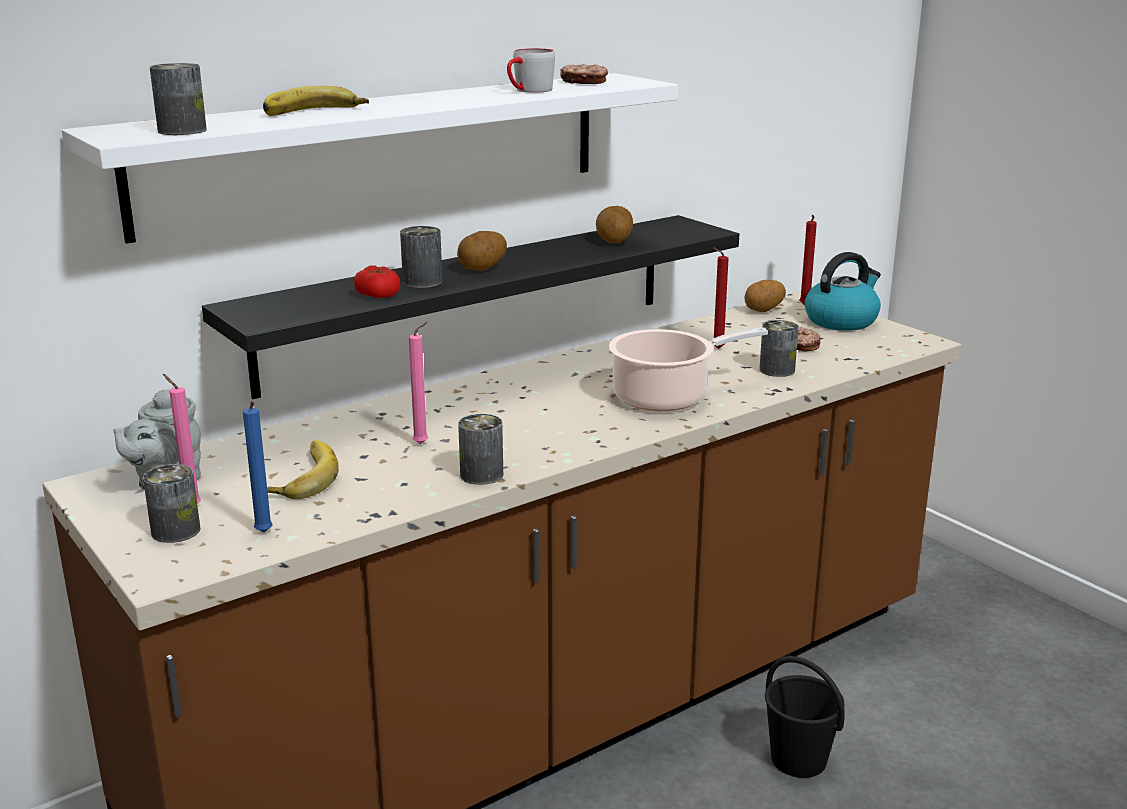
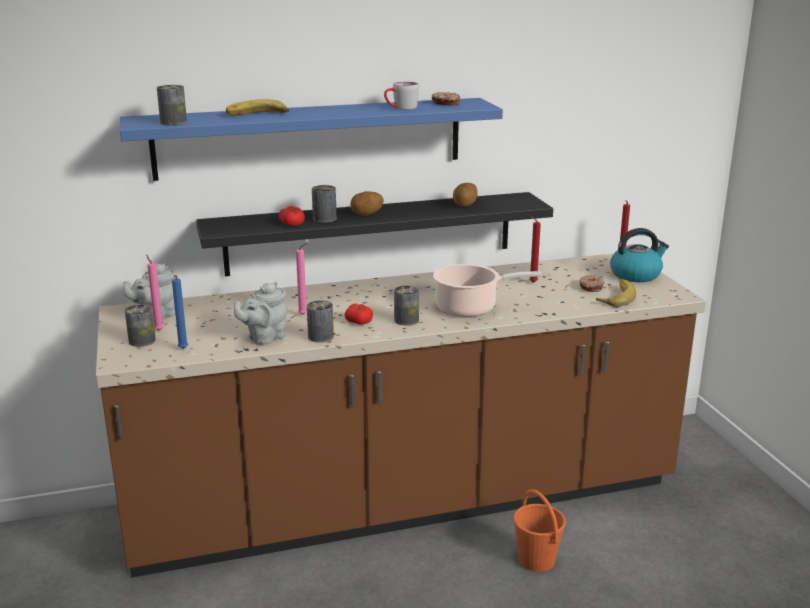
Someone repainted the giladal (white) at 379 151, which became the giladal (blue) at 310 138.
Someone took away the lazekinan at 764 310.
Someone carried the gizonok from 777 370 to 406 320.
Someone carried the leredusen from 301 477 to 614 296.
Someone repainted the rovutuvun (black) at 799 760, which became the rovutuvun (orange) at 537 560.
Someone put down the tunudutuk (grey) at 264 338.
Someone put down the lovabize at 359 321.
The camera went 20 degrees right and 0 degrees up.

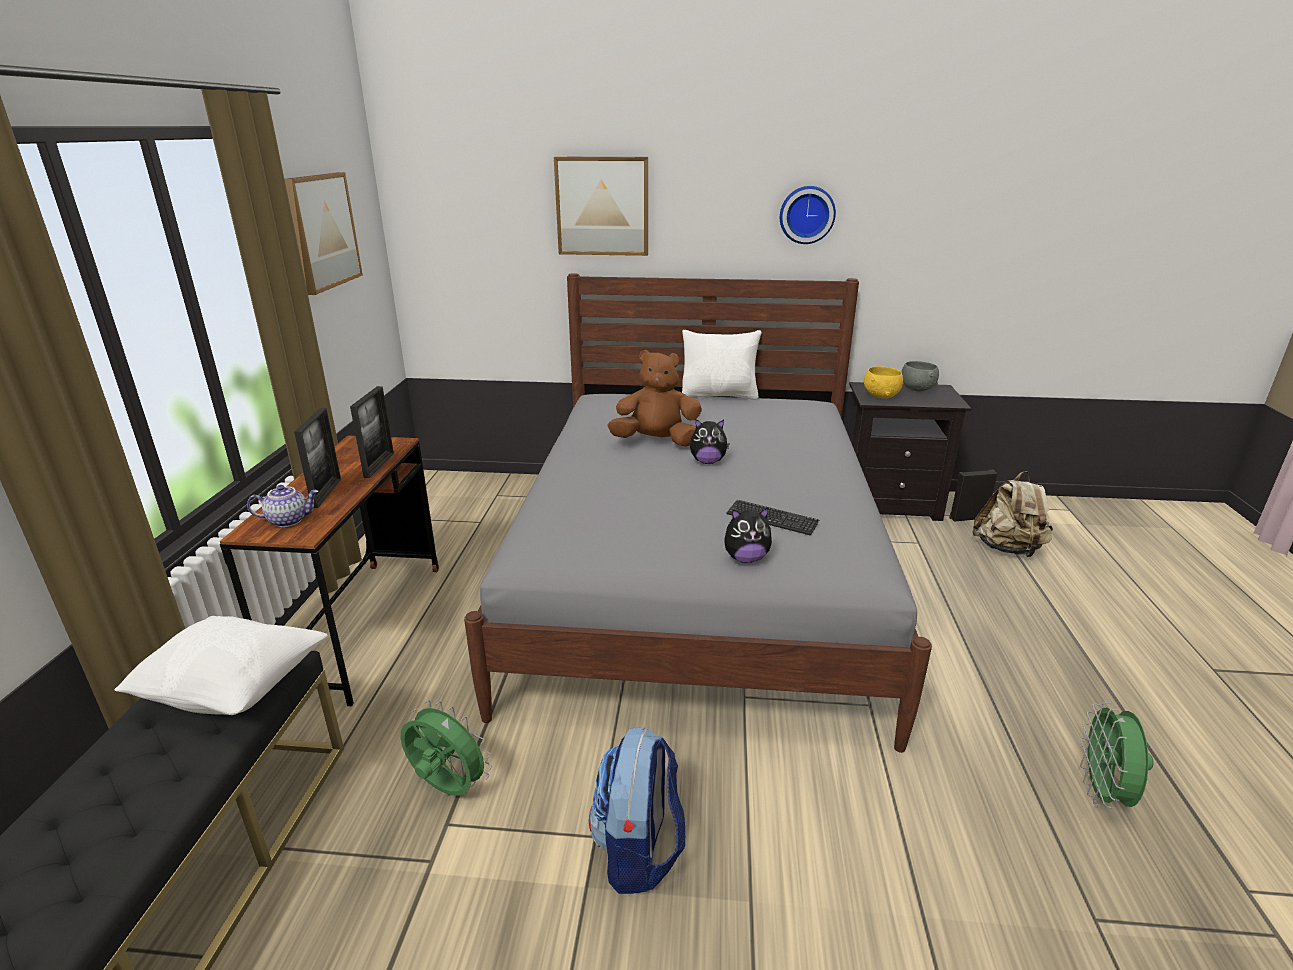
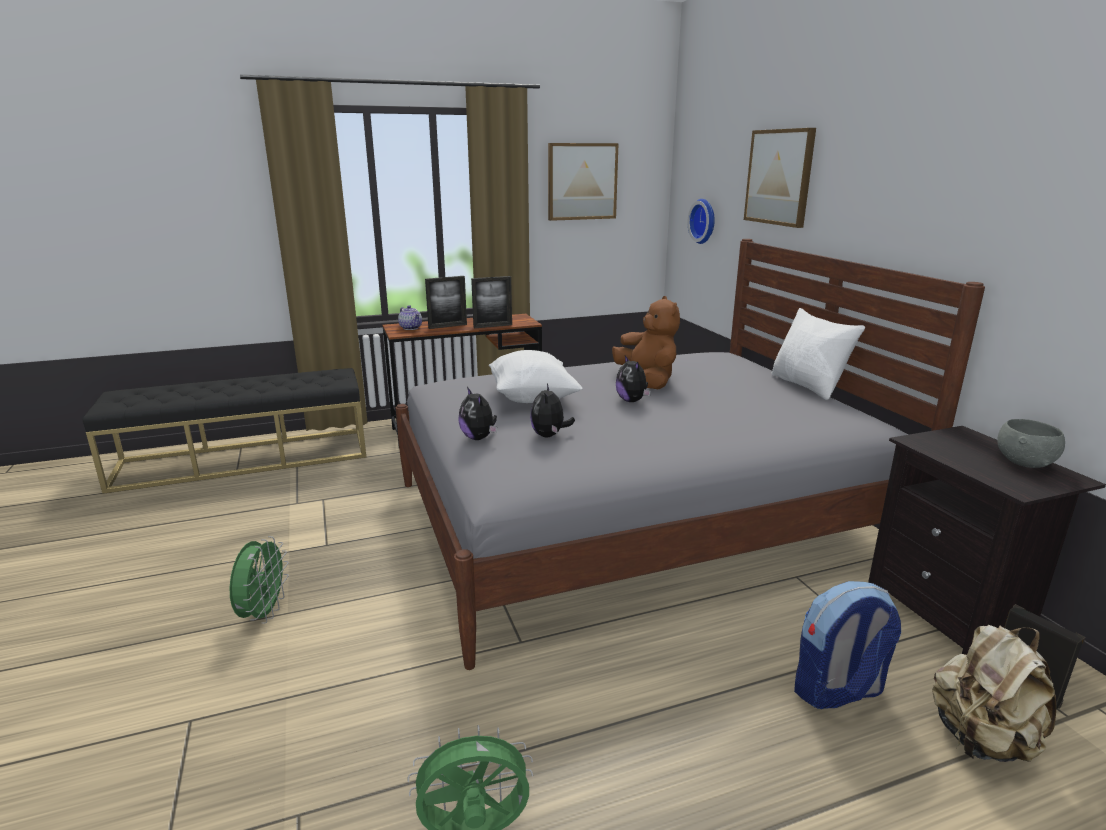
Someone carried the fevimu from 806 214 to 704 221.
Someone took away the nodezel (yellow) at 881 396.
Someone swapped the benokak at 772 519 for the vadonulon at 549 435.
Someone carried the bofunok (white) from 234 690 to 532 398.
Someone carried the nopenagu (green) from 447 788 to 263 613.
Someone carried the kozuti from 638 851 to 837 691.
The camera went 65 degrees right and 5 degrees down.

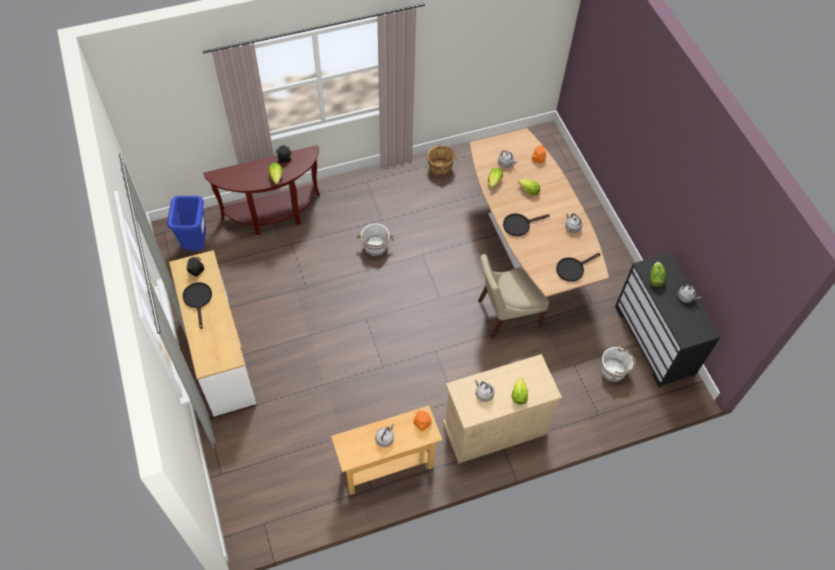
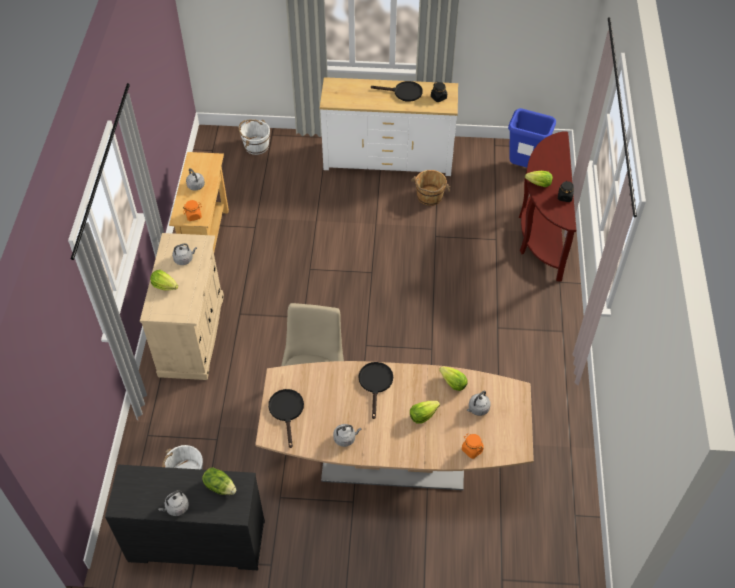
Someone carried the rovutuvun (brown) from 440 168 to 429 197.
Someone carried the rovutuvun (white) from 375 247 to 256 146.
The camera went 115 degrees right and 5 degrees down.

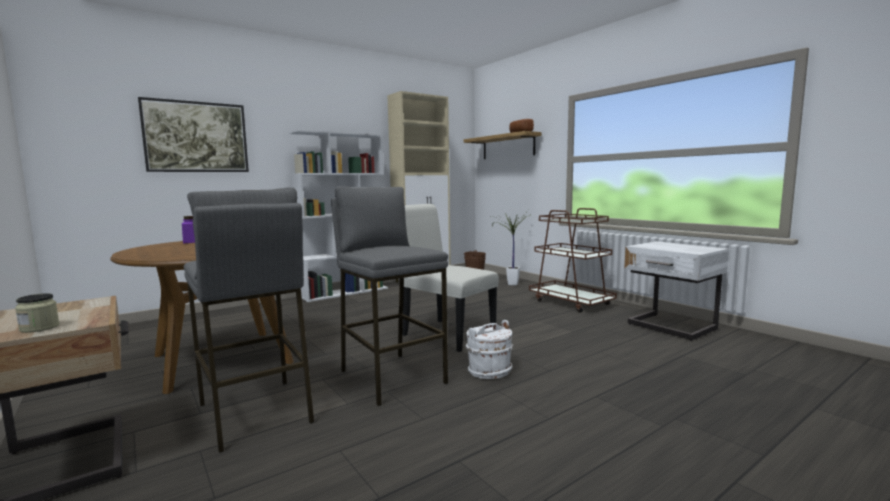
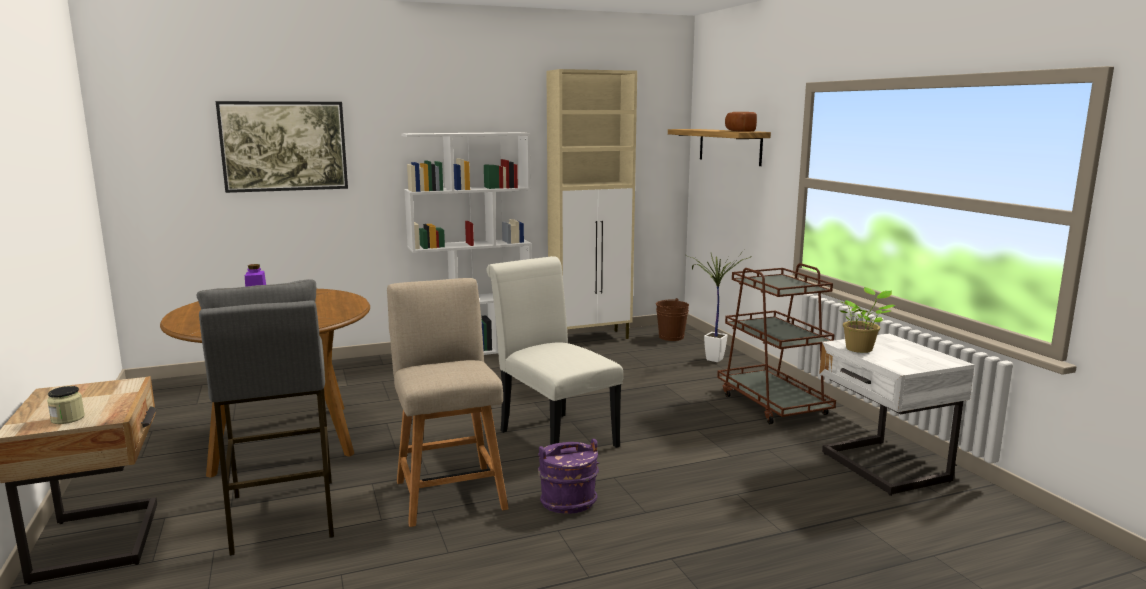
Someone swapped the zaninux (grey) at 392 377 for the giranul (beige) at 449 492.
Someone repainted the rovutuvun (white) at 489 371, which became the rovutuvun (purple) at 568 501.
Someone put down the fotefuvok at 861 349.
The camera went 15 degrees right and 5 degrees up.

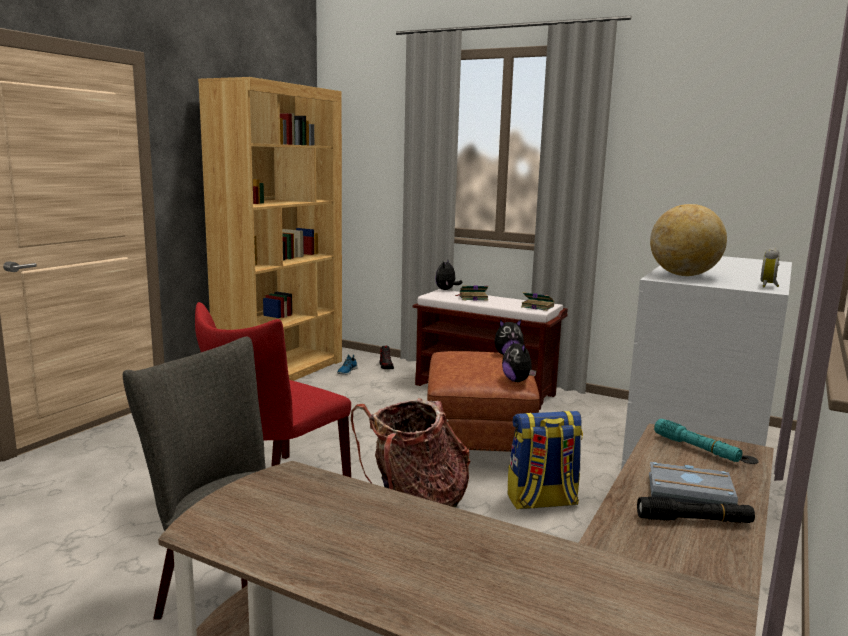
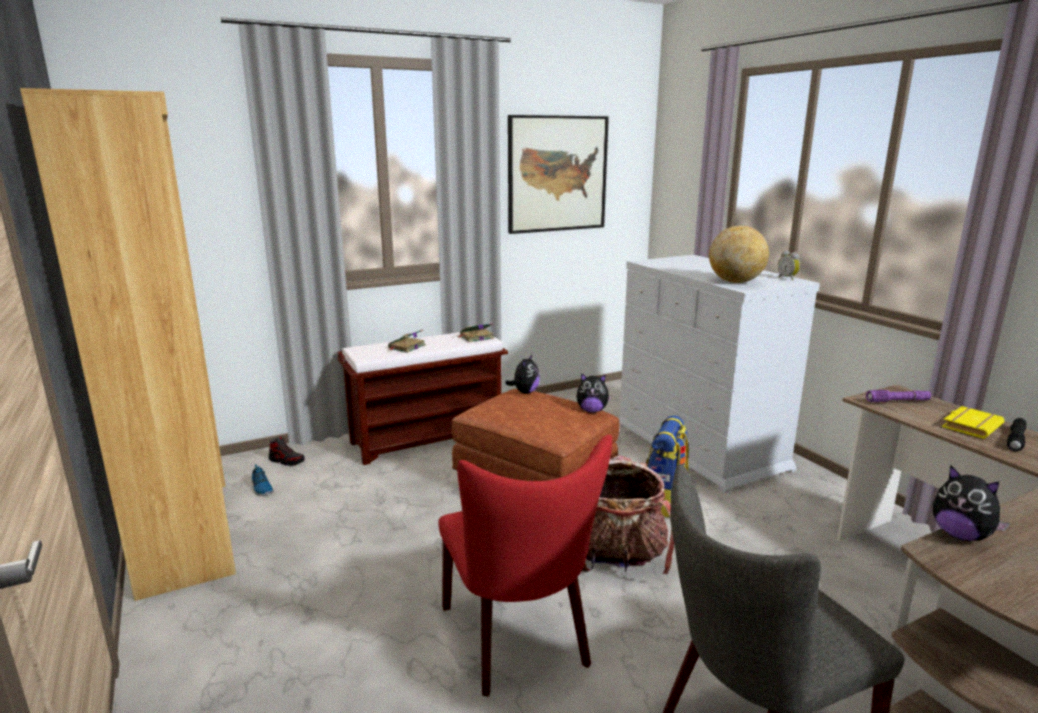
Someone carried the vadonulon from 446 290 to 961 535.
Someone repainted the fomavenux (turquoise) at 696 448, which became the fomavenux (purple) at 897 401.
Someone repainted the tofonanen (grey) at 691 491, which became the tofonanen (yellow) at 970 426.
Someone put up the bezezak at 557 174.
The camera went 55 degrees left and 5 degrees up.

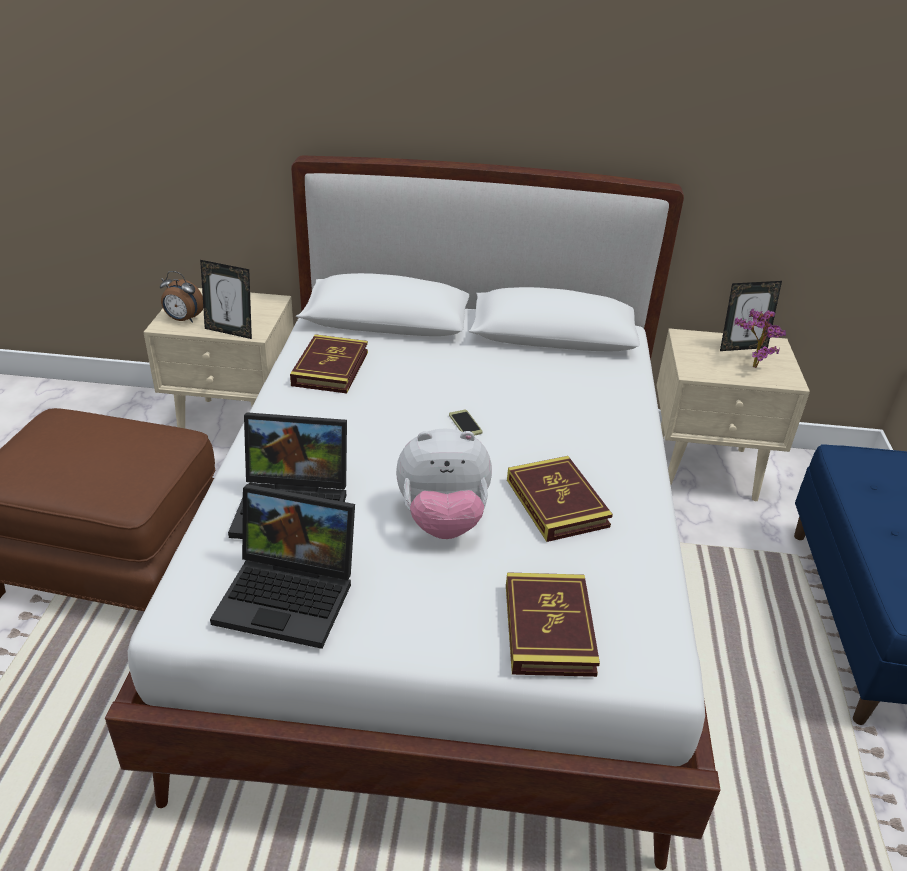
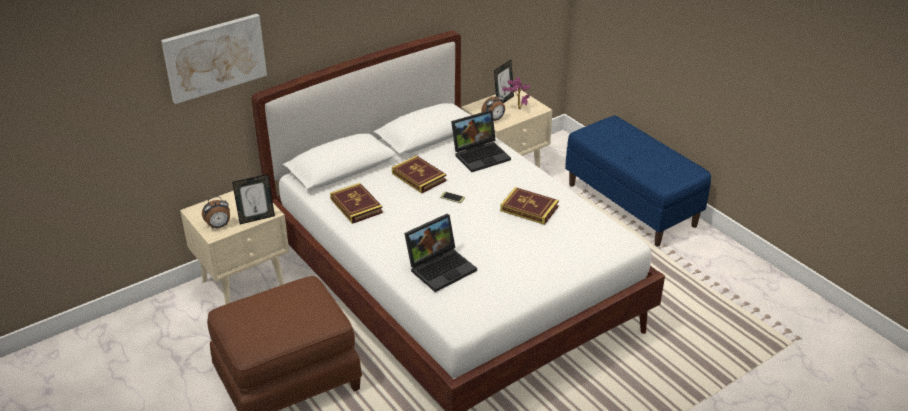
Someone took away the vadonulon at 443 520.
Someone carried the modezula from 291 595 to 481 155.
Someone carried the tofonanen from 548 628 to 419 177.
Someone put up the bezezak at 215 57.
Someone put down the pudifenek at 494 119.
The camera went 40 degrees left and 0 degrees up.

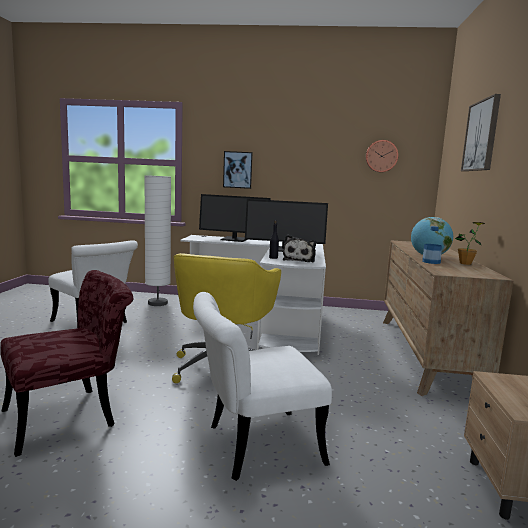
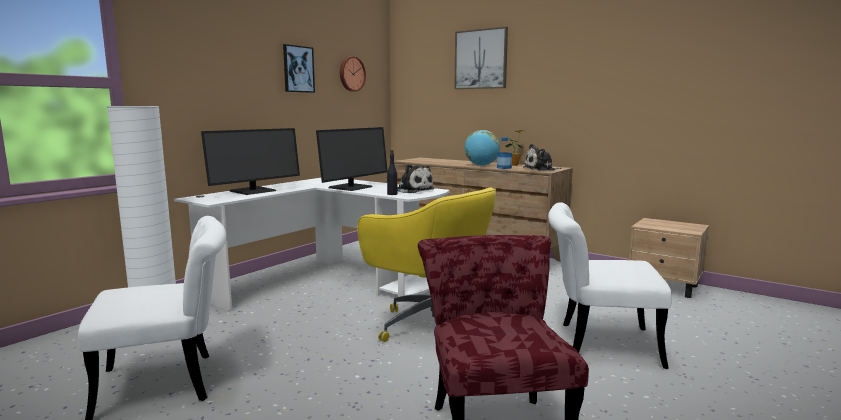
Someone carried the bezezak from 237 170 to 298 69.
Someone rotated the giranul (white) at 252 446 by 90 degrees clockwise.
Someone put down the vadonulon at 541 169.
The camera went 60 degrees left and 0 degrees up.

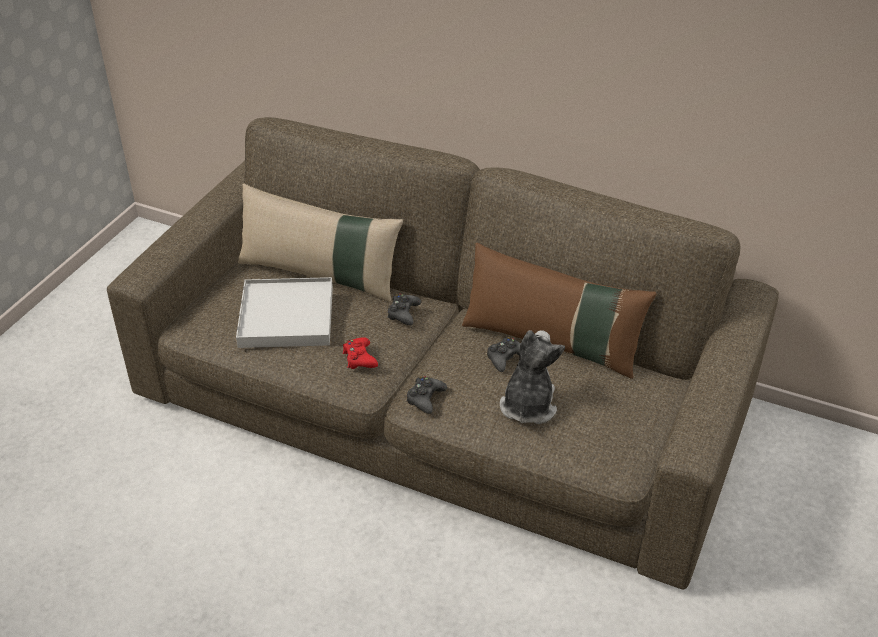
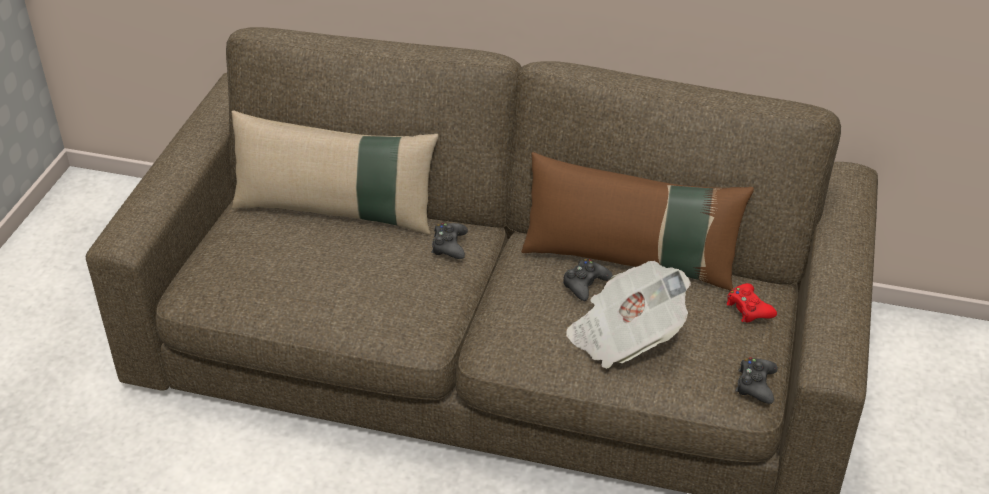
Someone took away the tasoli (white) at 286 317.
Someone swapped the vadonulon at 528 405 for the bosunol at 625 336.
Someone carried the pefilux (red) from 359 358 to 748 309.
Someone carried the pefilux (black) from 425 398 to 755 385.
The camera went 10 degrees left and 0 degrees up.

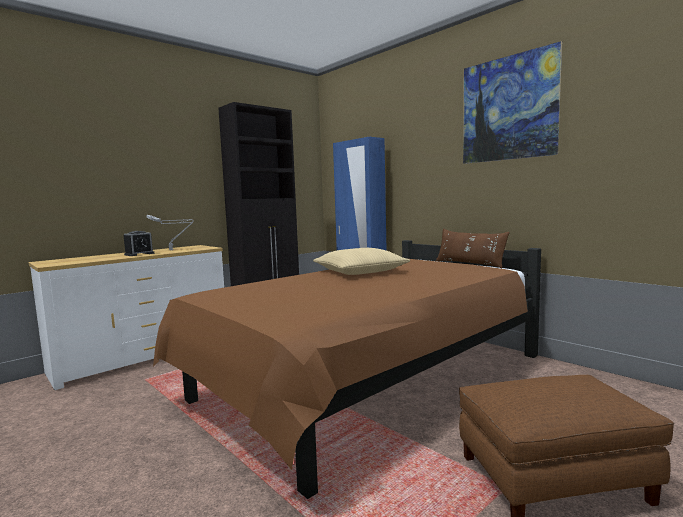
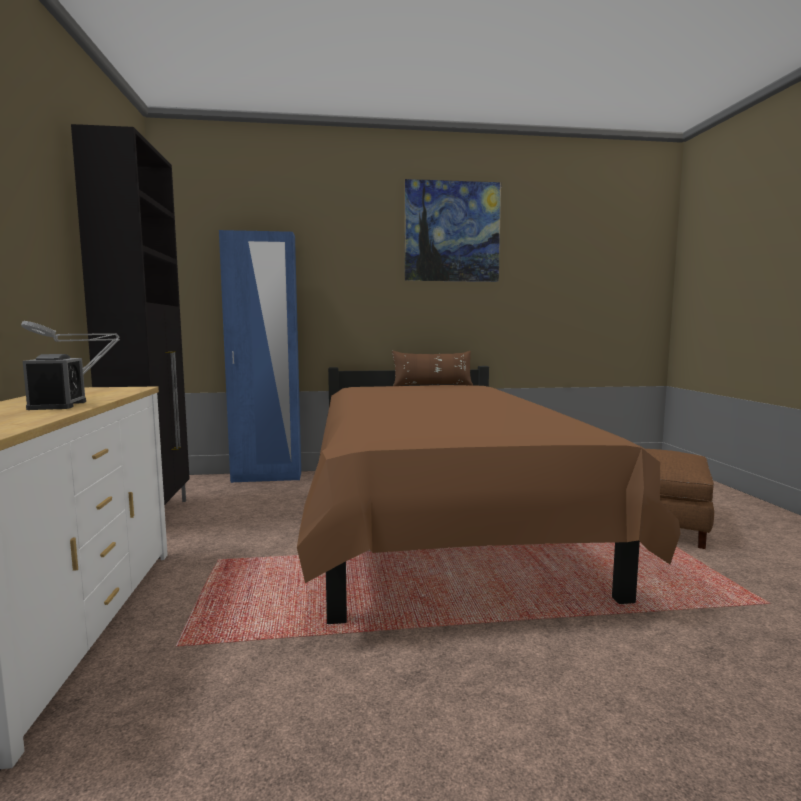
Someone took away the bofunok (beige) at 359 272.
The camera went 55 degrees left and 0 degrees up.

